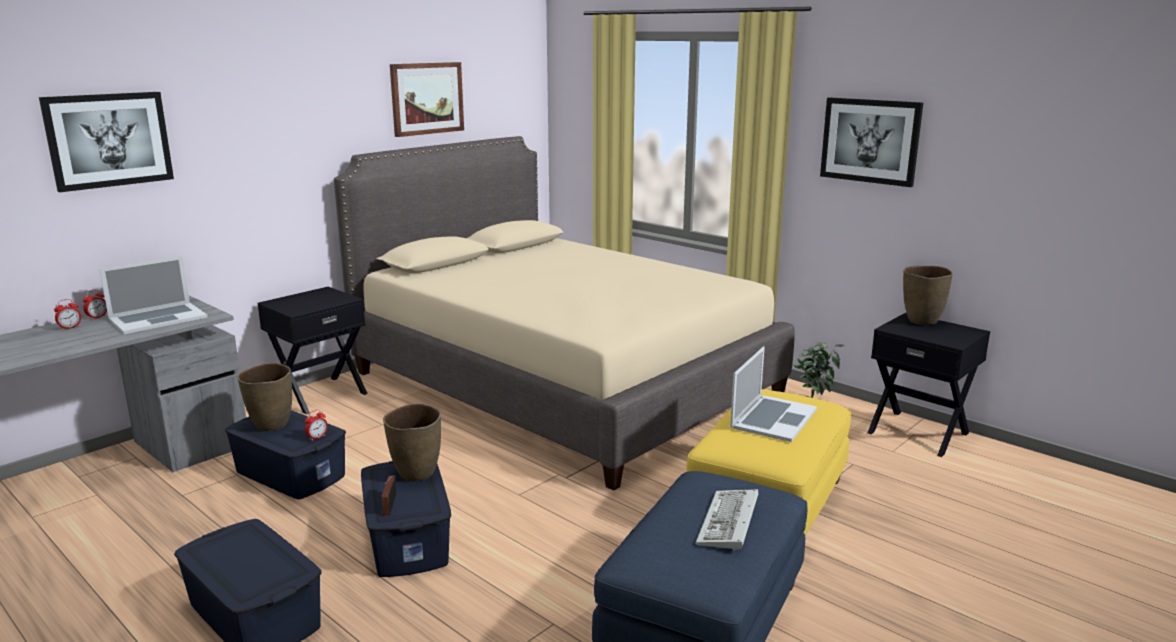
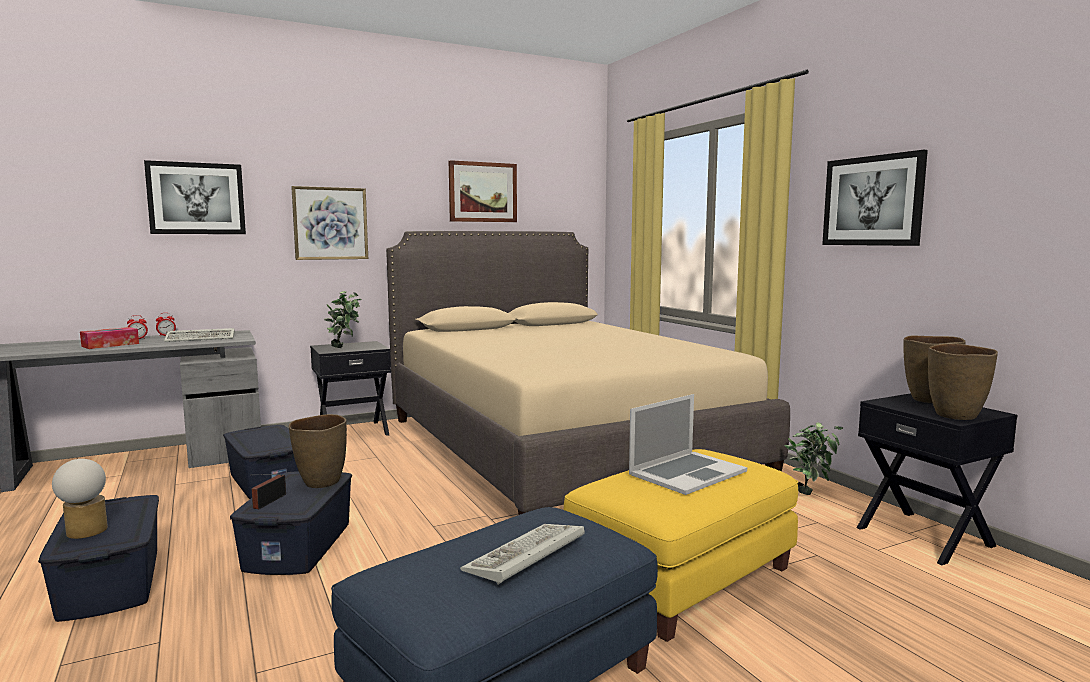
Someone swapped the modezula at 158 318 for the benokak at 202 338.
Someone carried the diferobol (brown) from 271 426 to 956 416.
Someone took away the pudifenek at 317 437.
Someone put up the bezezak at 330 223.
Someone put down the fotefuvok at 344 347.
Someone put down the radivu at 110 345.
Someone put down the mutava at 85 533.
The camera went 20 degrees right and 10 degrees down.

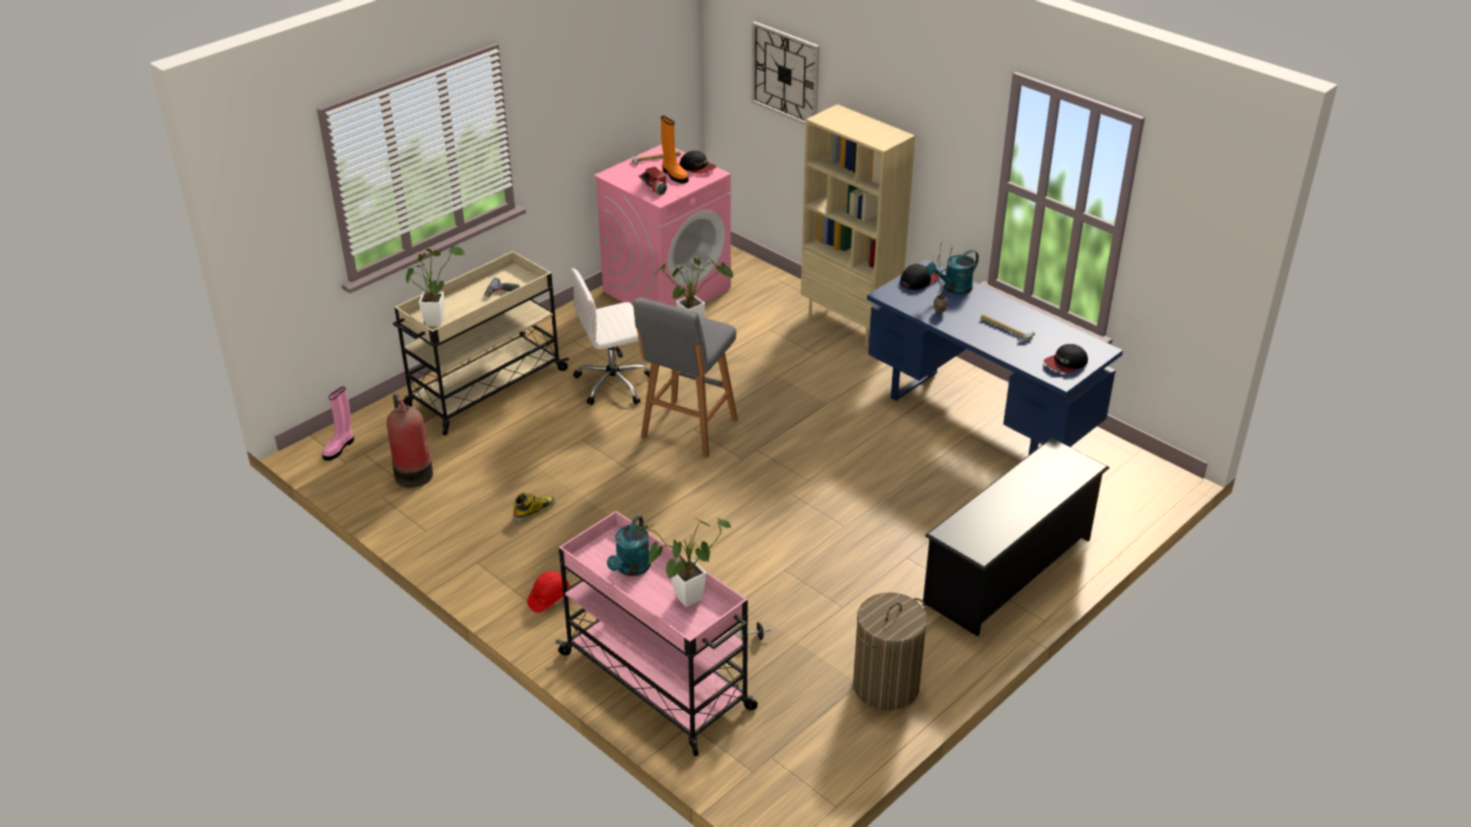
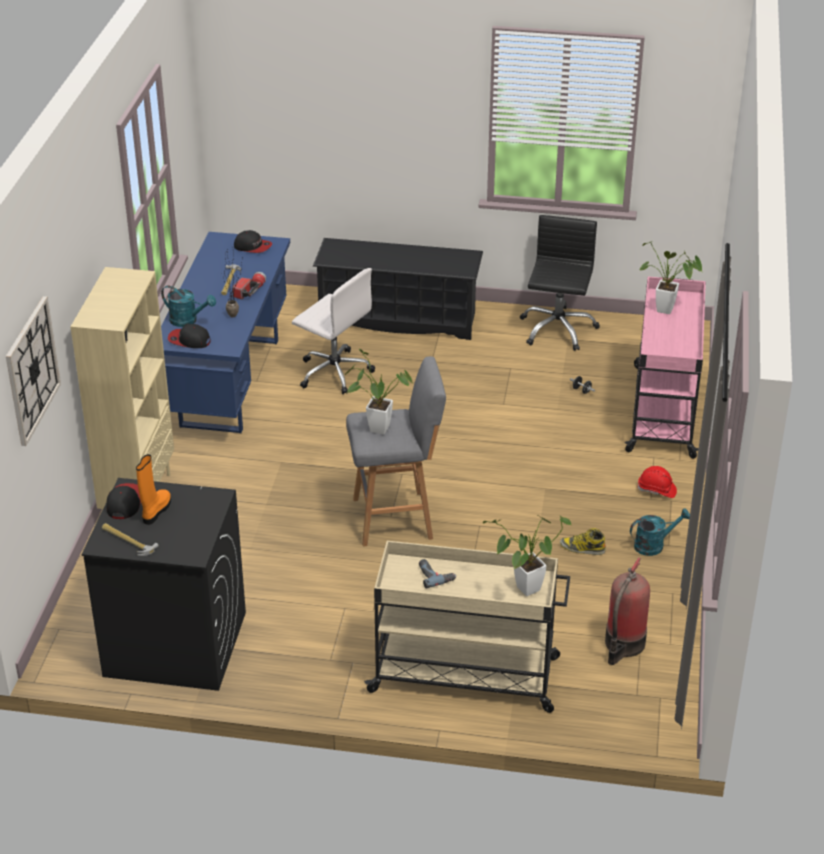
Someone repainted the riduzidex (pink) at 667 289, which became the riduzidex (black) at 174 644.
Someone carried the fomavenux from 655 187 to 250 291.
Someone carried the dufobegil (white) from 615 383 to 334 372.
Someone took away the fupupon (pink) at 339 448.
Someone carried the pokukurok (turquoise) from 631 569 to 654 545.
Someone swapped the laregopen at 886 686 for the dufobegil (black) at 557 329.
The camera went 125 degrees left and 0 degrees up.

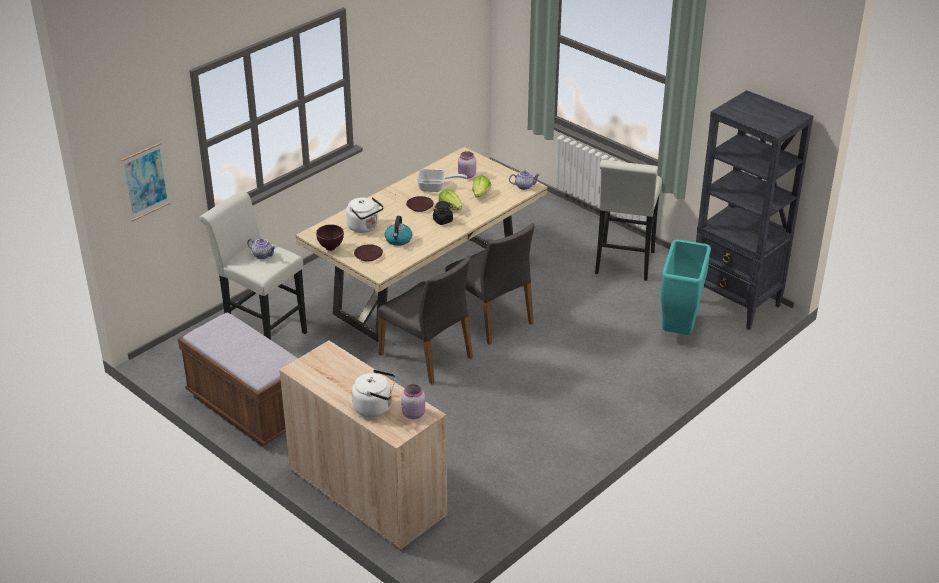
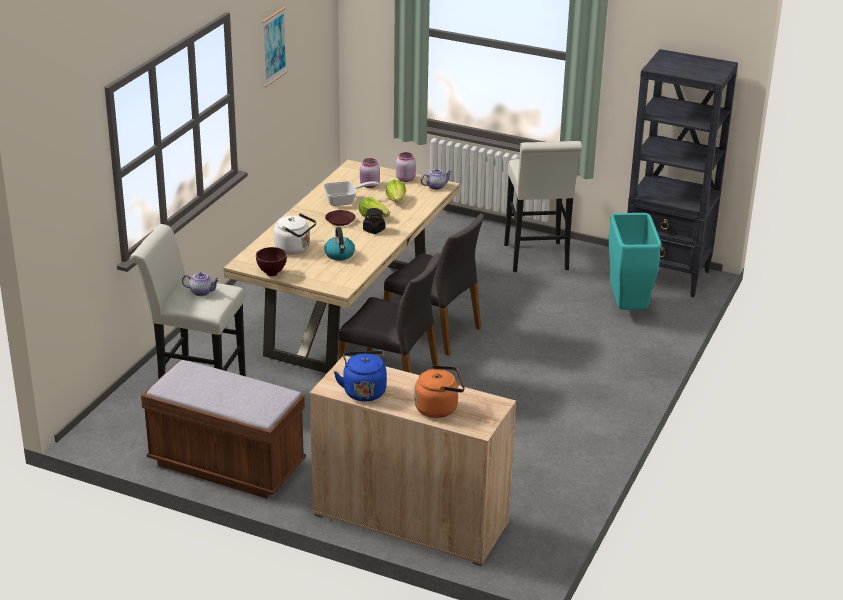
Someone carried the bezezak from 145 181 to 274 47.
Someone took away the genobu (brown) at 368 255.
Someone repainted the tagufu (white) at 375 407, which became the tagufu (orange) at 439 408.
Someone carried the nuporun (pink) from 413 413 to 405 179.
Someone put down the tagufu (blue) at 364 391.
The camera went 20 degrees left and 5 degrees down.

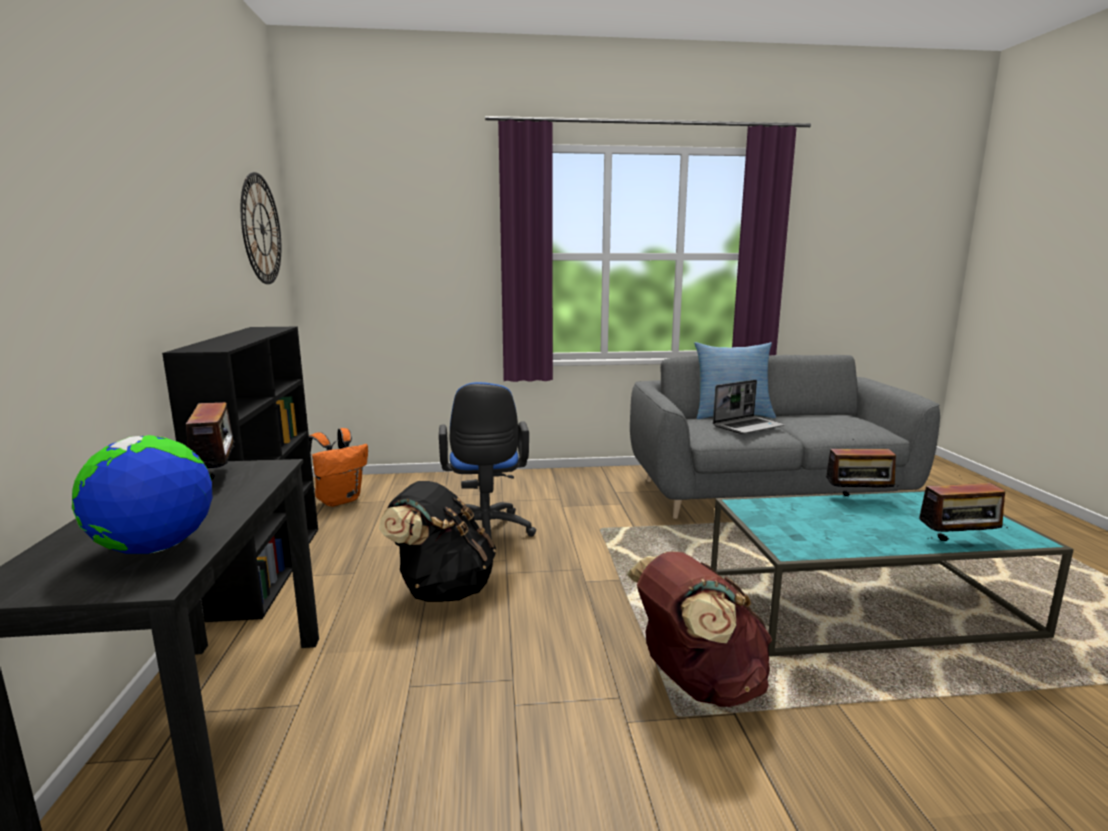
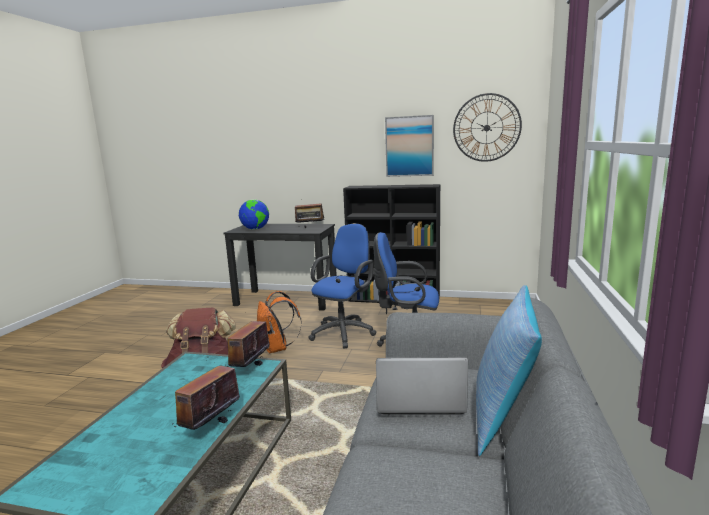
Someone rotated the modezula at 748 426 by 105 degrees clockwise.
Someone carried the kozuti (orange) from 339 500 to 277 348.
Someone swapped the kozuti (black) at 442 590 for the dufobegil (blue) at 345 332.
Someone carried the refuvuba from 958 543 to 250 369.
Someone put up the bezezak at 409 146.
The camera went 110 degrees right and 0 degrees up.

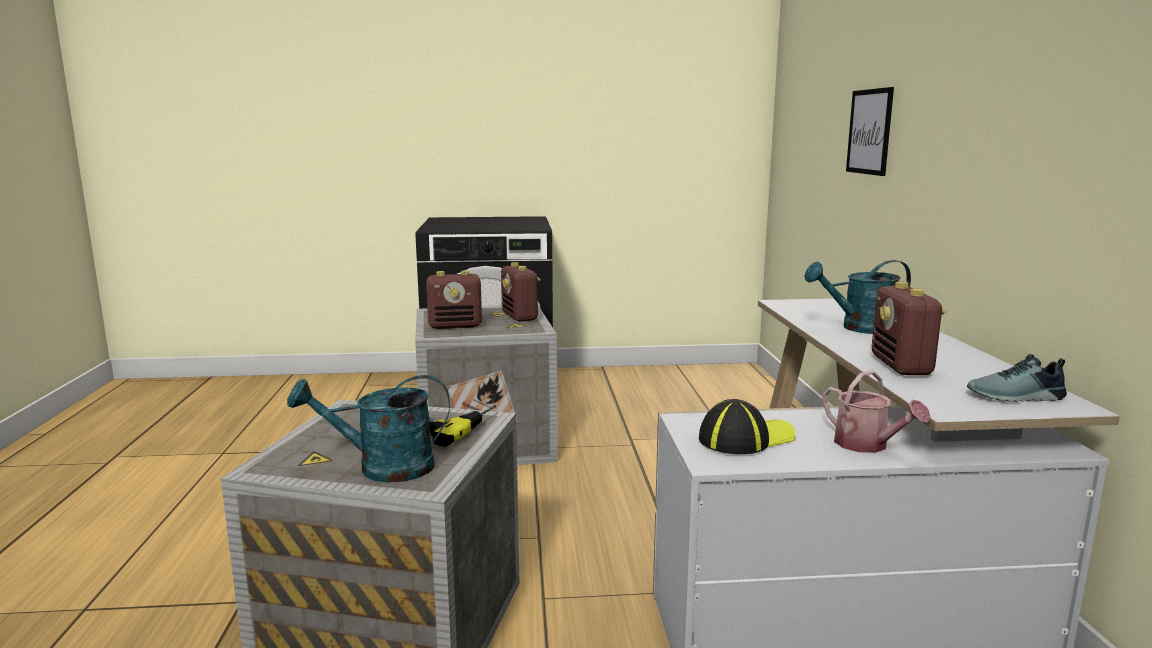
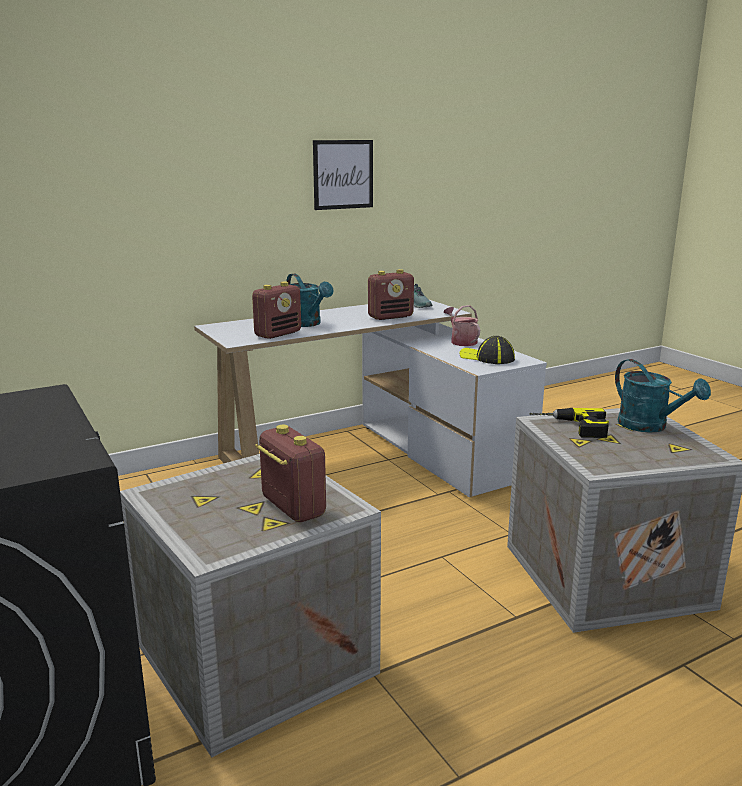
Someone carried the bezezak from 869 132 to 343 174.
Someone carried the refuvuba from 520 317 to 278 334.
Someone rotated the pokukurok at 867 445 by 60 degrees counterclockwise.
The camera went 115 degrees left and 5 degrees up.

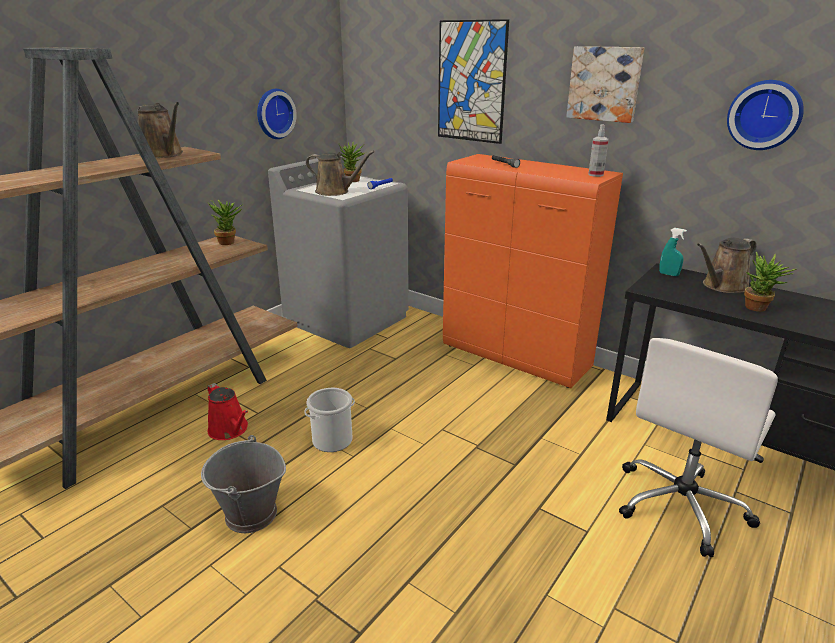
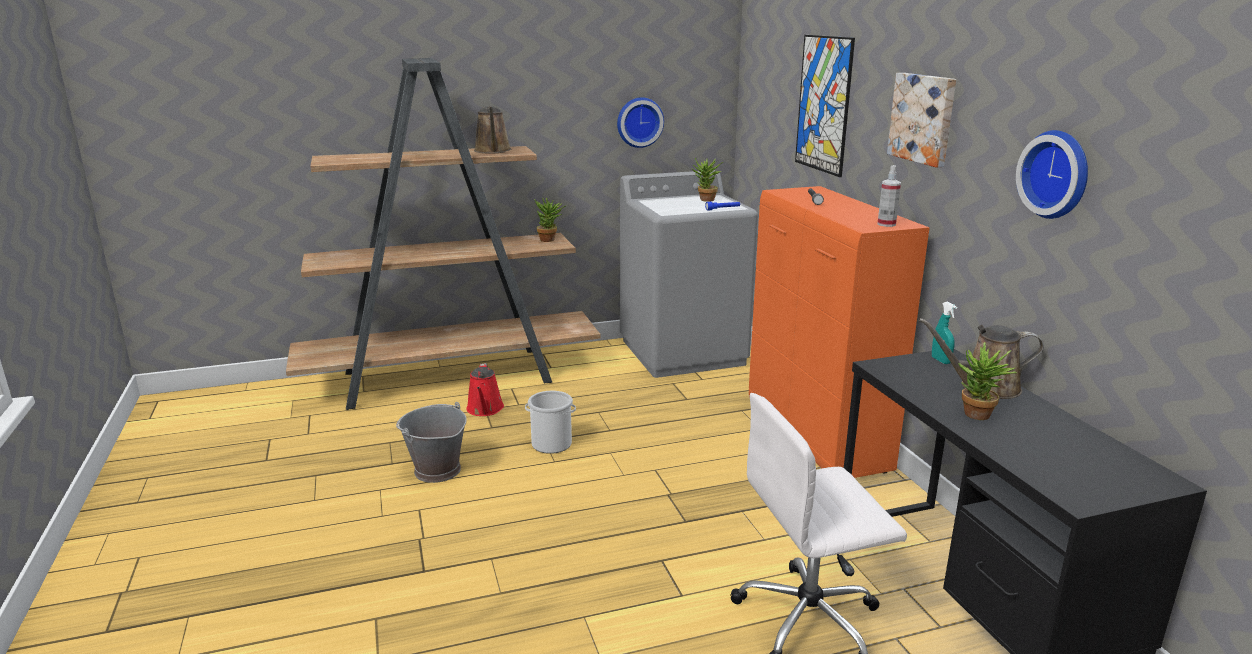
Someone took away the pokukurok (brown) at 335 192.
The camera went 35 degrees right and 5 degrees down.

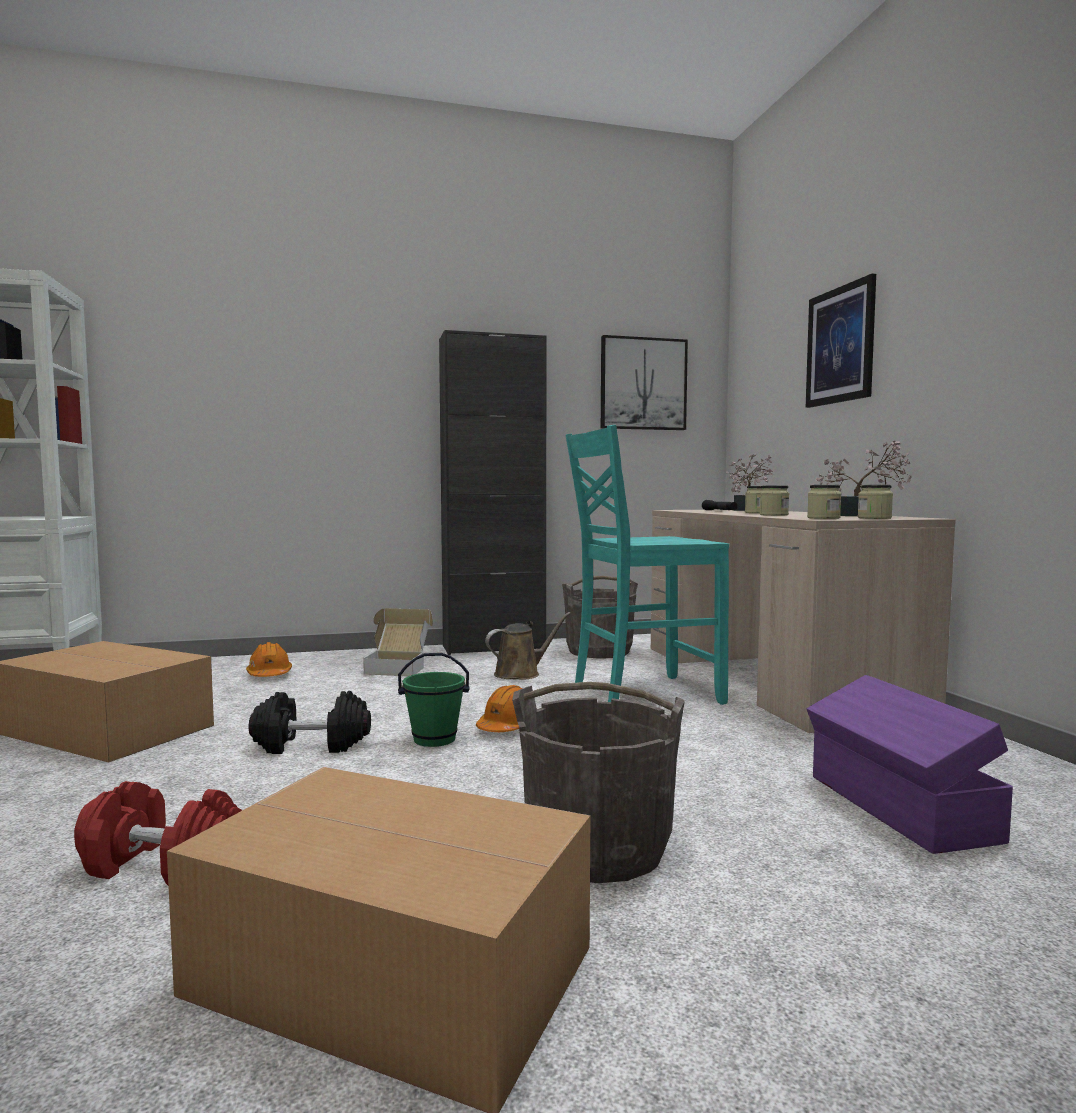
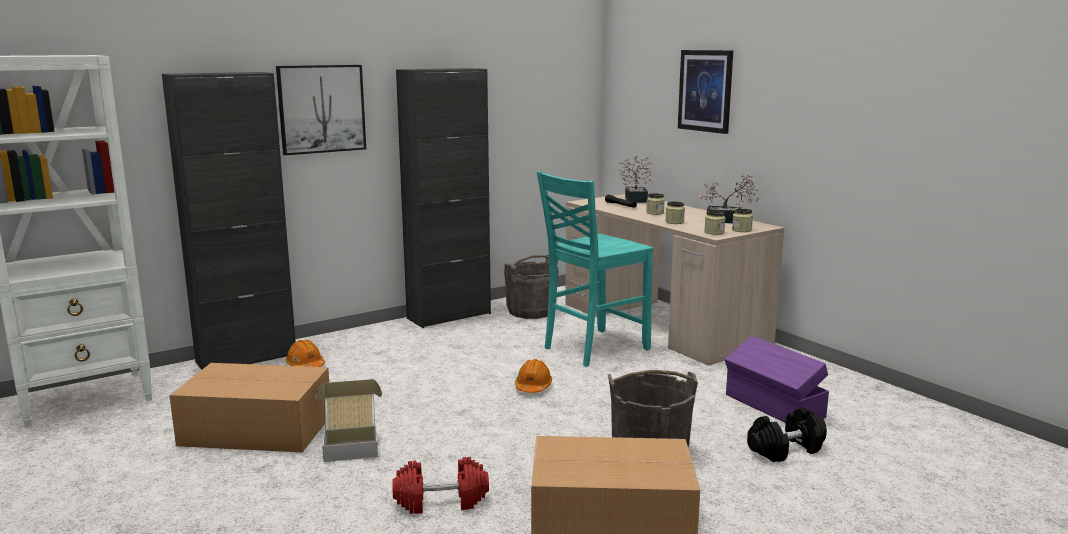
Someone carried the bezezak from 643 384 to 321 109.
Someone carried the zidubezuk from 399 668 to 351 444.
Someone took away the pokukurok (brown) at 521 673.
Someone took away the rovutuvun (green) at 434 739.
Someone carried the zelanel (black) from 311 745 to 785 450.
Someone put down the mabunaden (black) at 246 358.
The camera went 20 degrees left and 10 degrees up.

